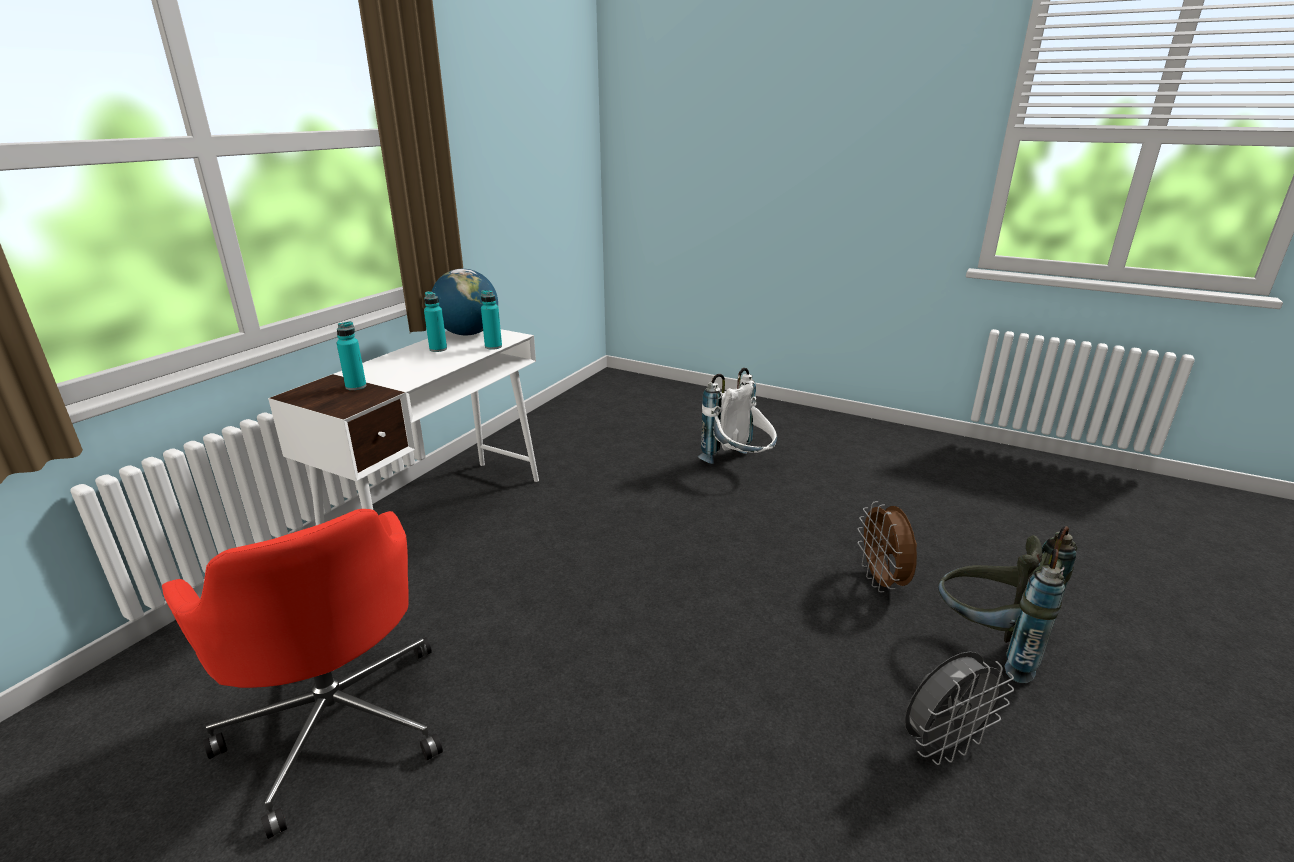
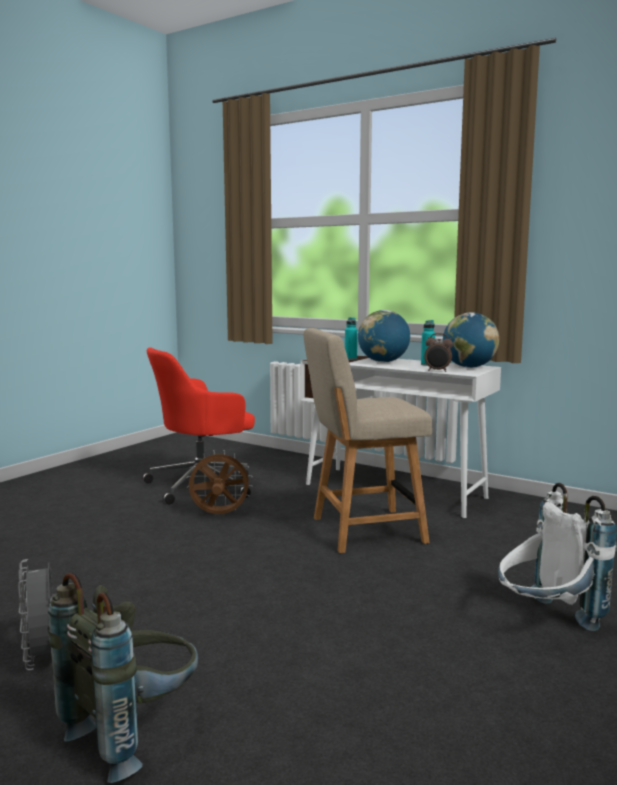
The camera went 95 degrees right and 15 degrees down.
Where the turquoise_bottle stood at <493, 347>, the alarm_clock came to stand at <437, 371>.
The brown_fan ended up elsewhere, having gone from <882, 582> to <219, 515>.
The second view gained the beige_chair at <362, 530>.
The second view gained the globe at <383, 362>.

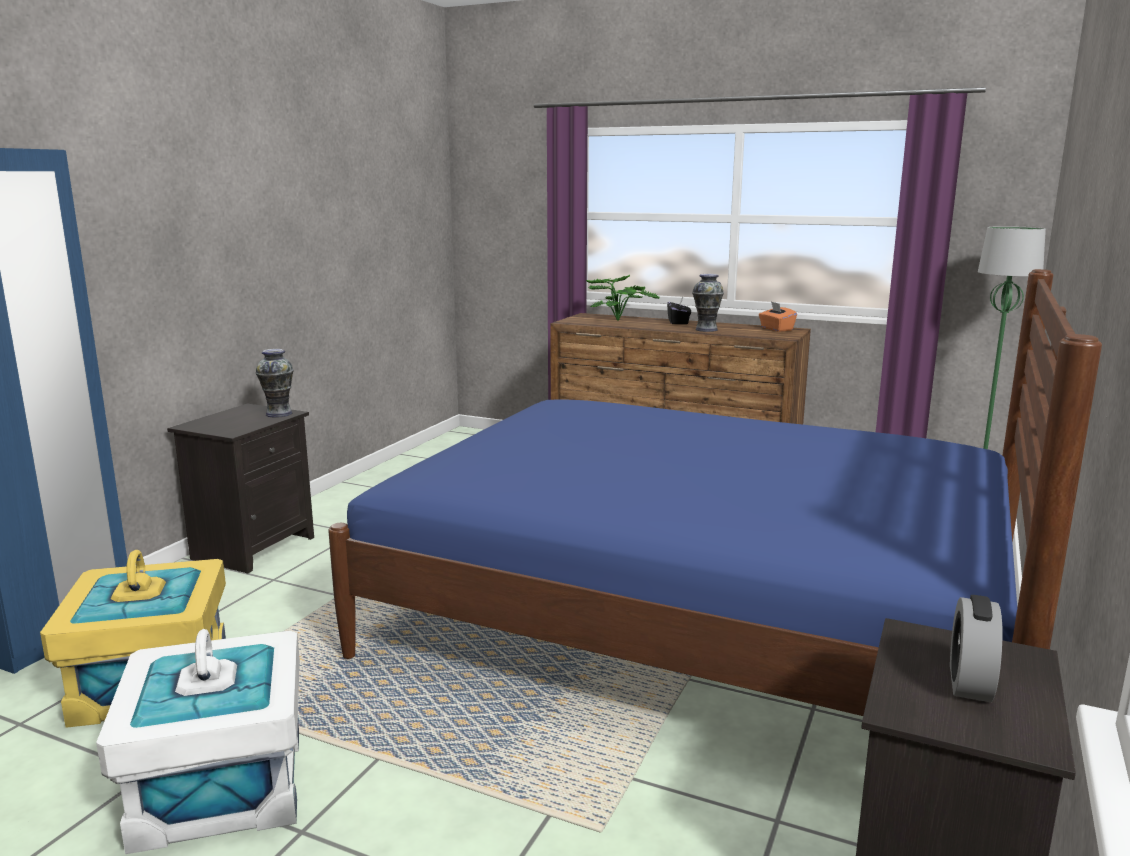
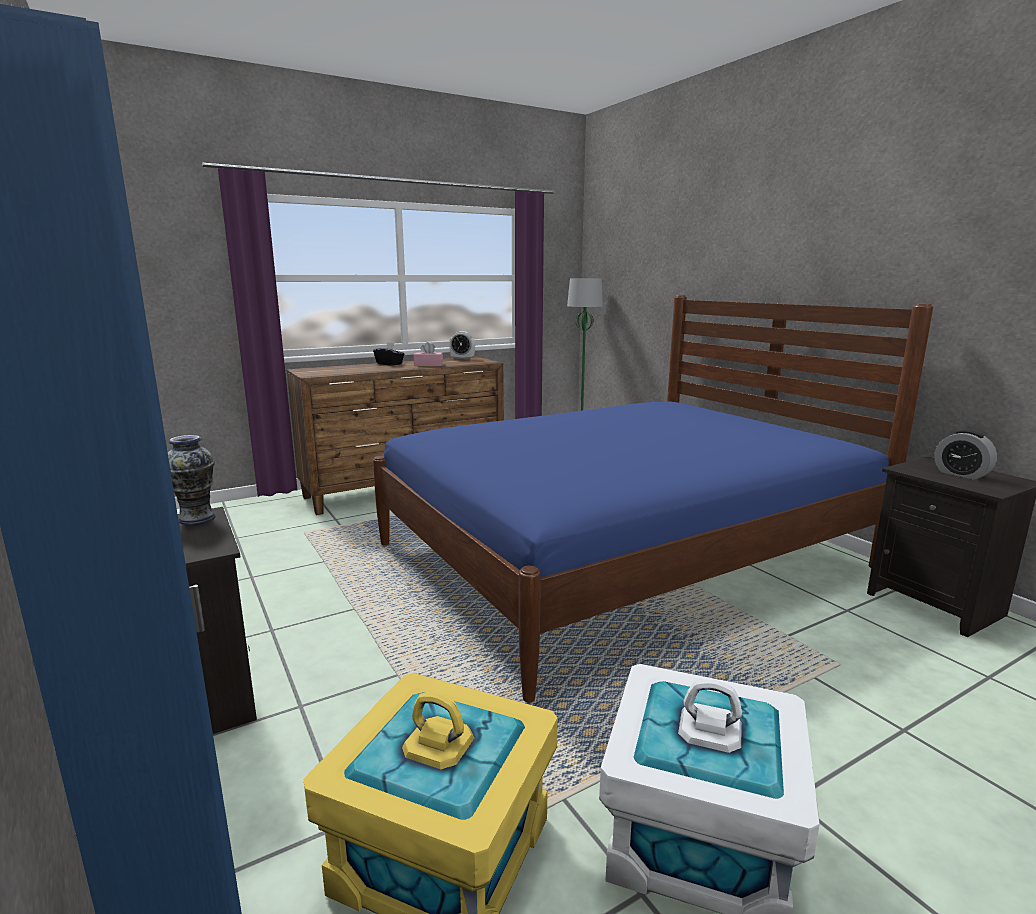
The camera went 55 degrees left and 0 degrees up.
The second view lost the potted_plant at <619, 319>.
Where the vase stood at <706, 330>, the pink_tissue_box came to stand at <428, 365>.
Where the orange_tissue_box stood at <776, 329>, the alarm_clock came to stand at <462, 359>.

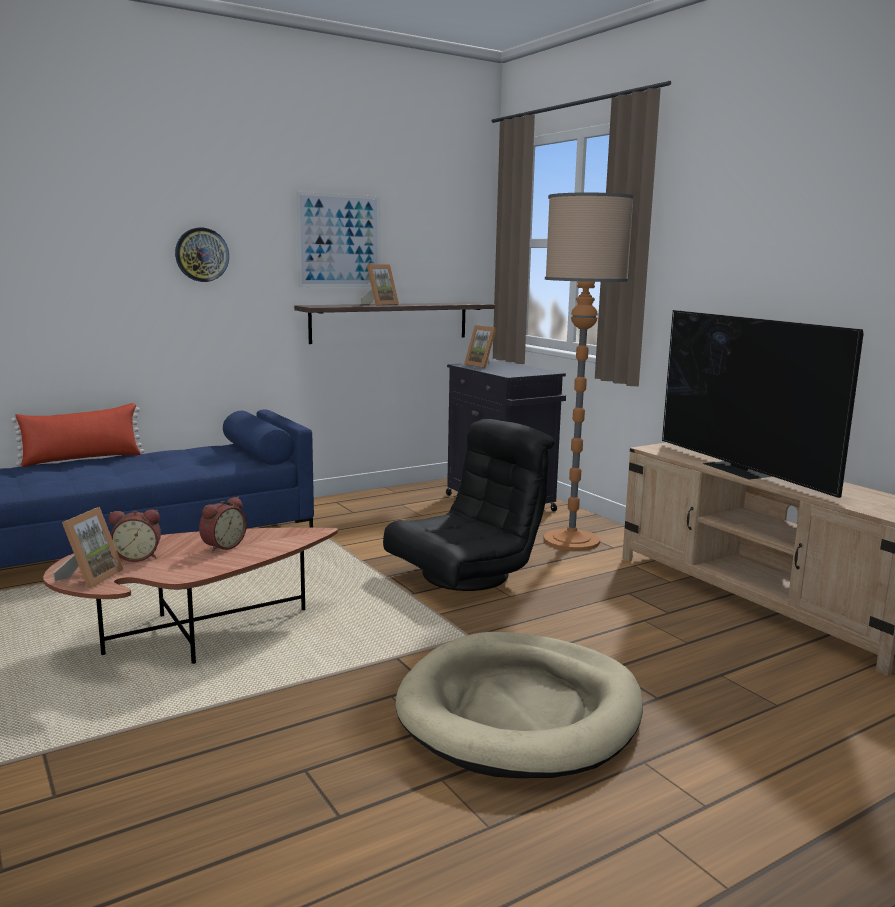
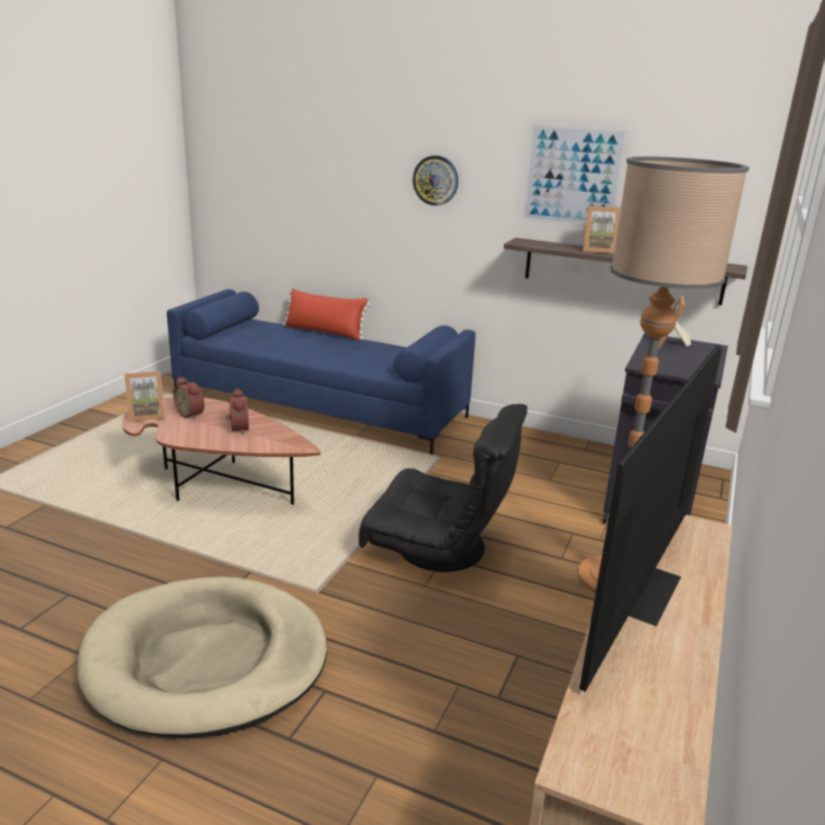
The camera went 55 degrees right and 10 degrees up.
The alarm_clock at <222, 546> ended up facing another way, 105 degrees counterclockwise from before.

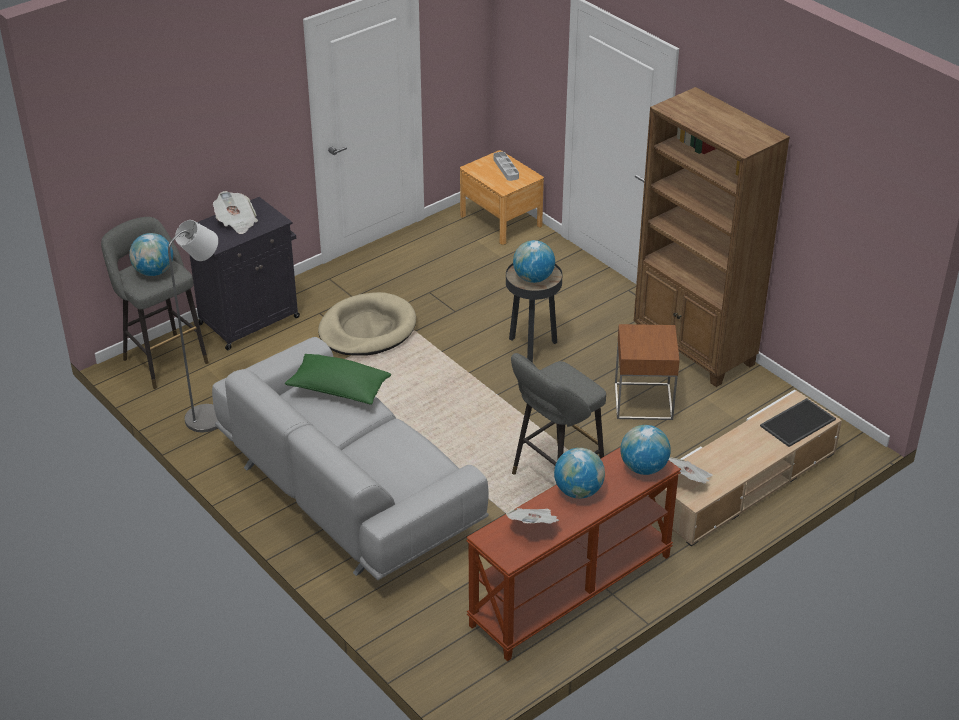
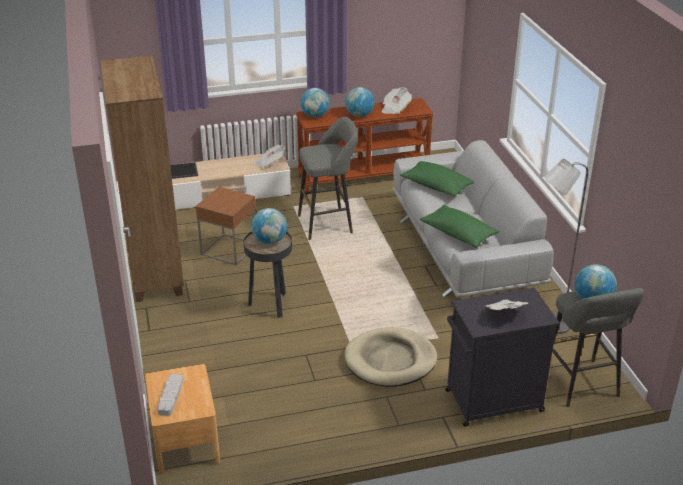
The camera went 155 degrees left and 5 degrees down.
The second view gained the green_pillow at <436, 187>.

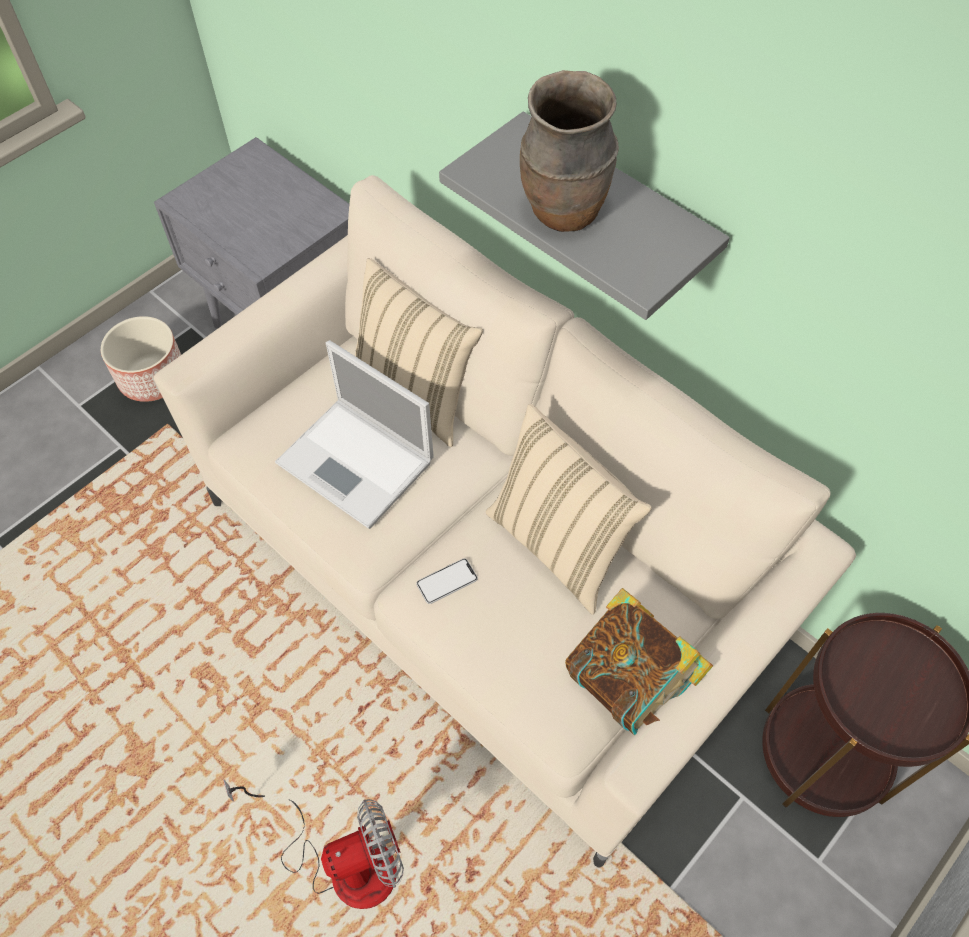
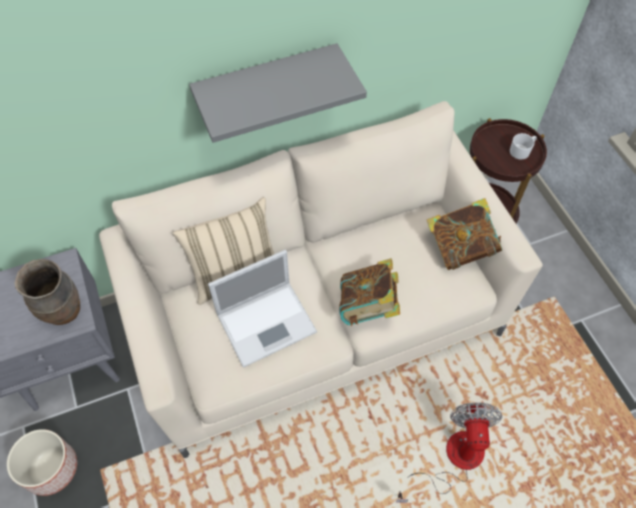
The camera went 65 degrees left and 0 degrees up.
Where the phone stood at <447, 581>, the book came to stand at <368, 306>.
The second view lost the beige_pillow at <558, 544>.
The brown_vase ended up elsewhere, having gone from <563, 213> to <63, 312>.
The second view gained the white_mug at <521, 151>.

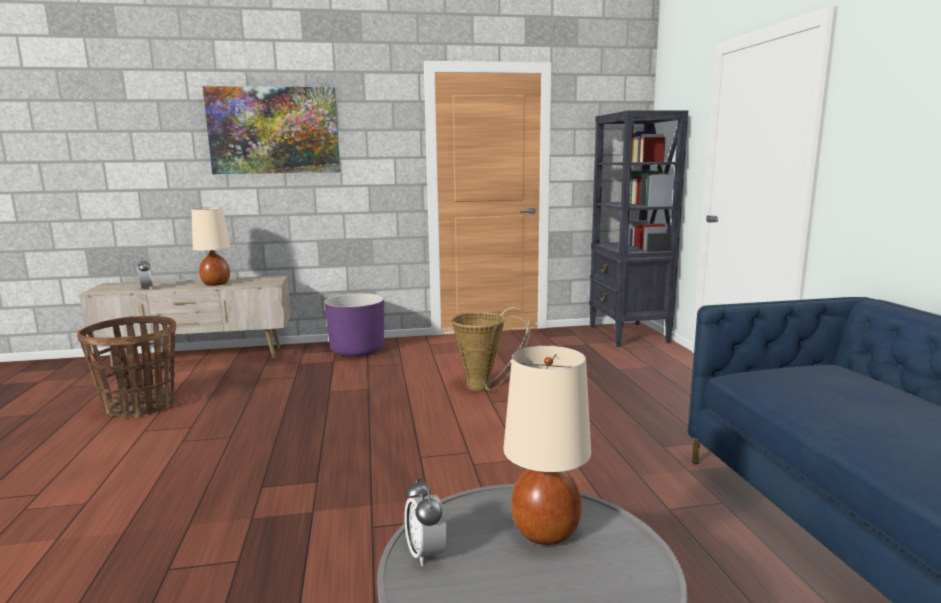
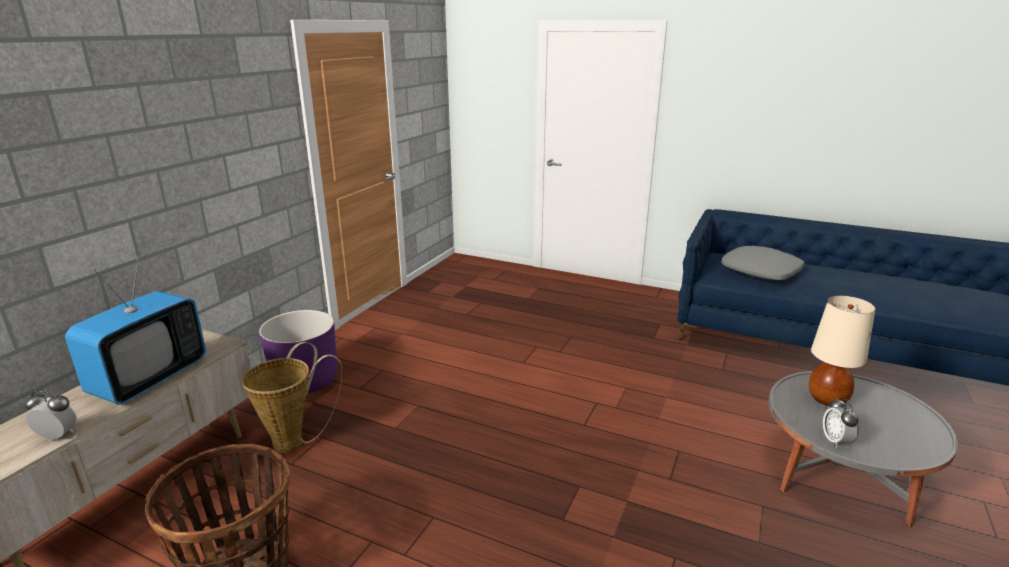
The camera went 55 degrees left and 10 degrees up.
Where the beige_table_lamp stood at <216, 284>, the television came to stand at <150, 379>.
The second view lost the picture at <274, 130>.
The alarm_clock at <426, 553> ended up facing another way, 75 degrees clockwise from before.
The basket ended up elsewhere, having gone from <485, 387> to <295, 441>.
The second view lost the black_bookcase at <628, 335>.
The second view gained the grey_pillow at <760, 271>.

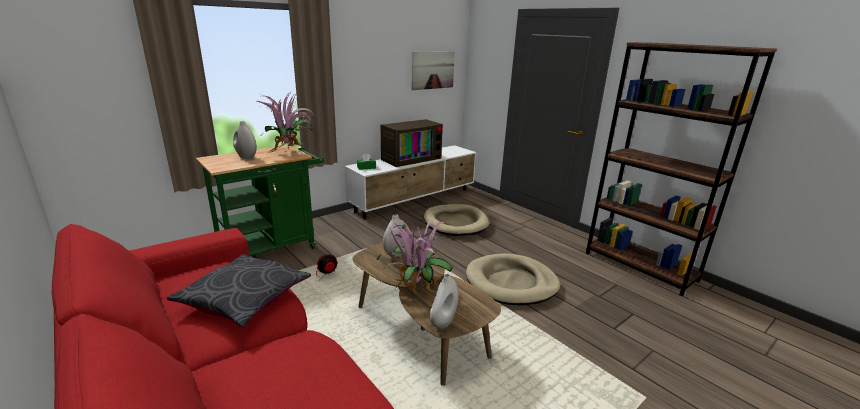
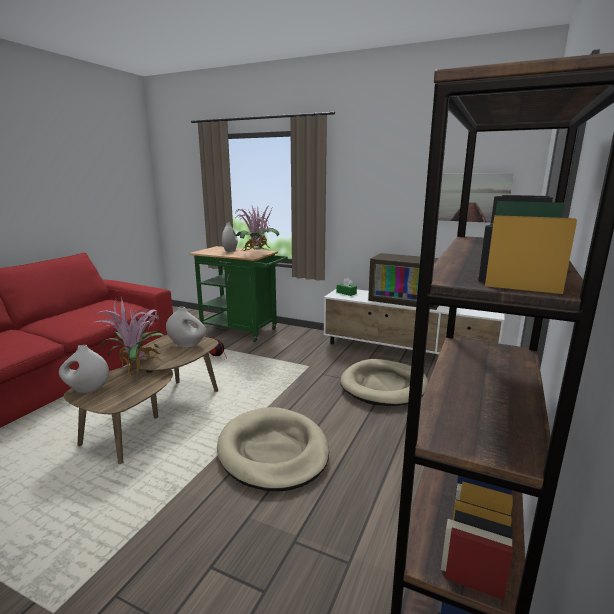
The camera went 65 degrees right and 5 degrees down.
The second view lost the grey_pillow at <244, 298>.

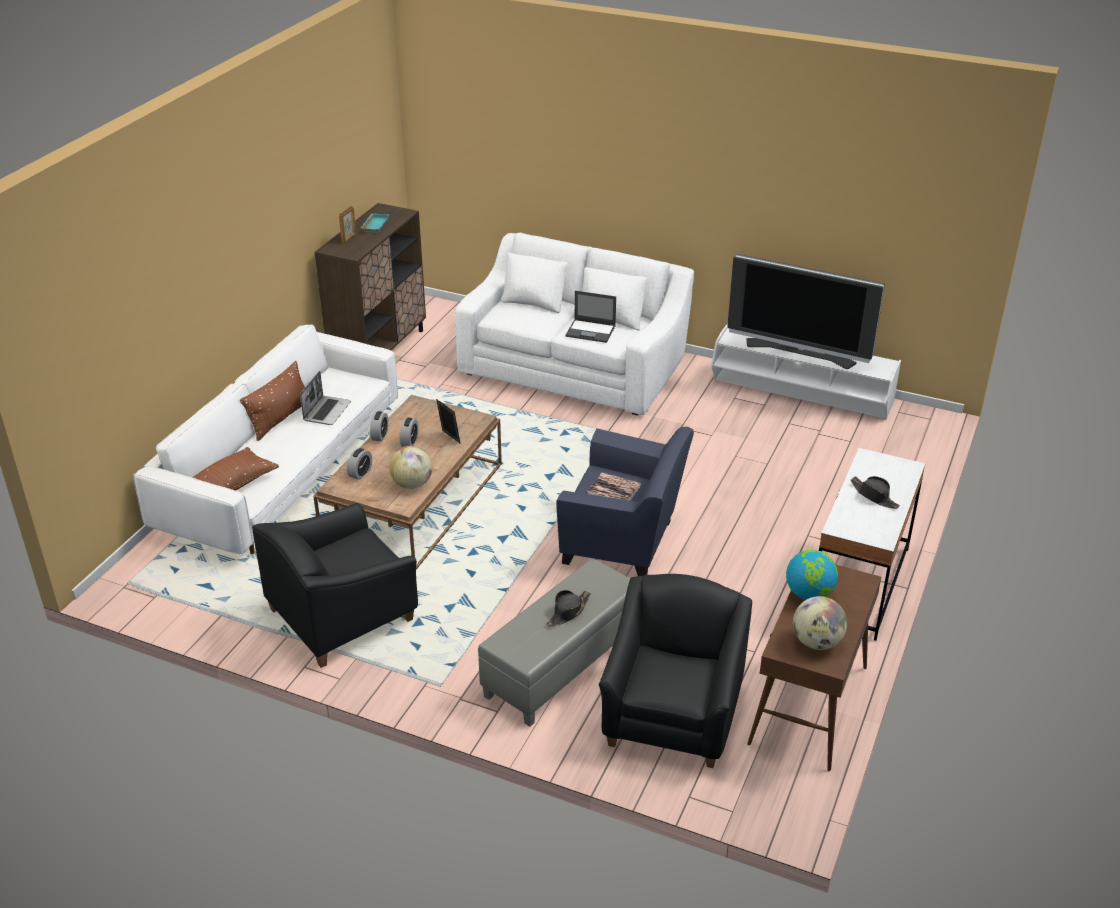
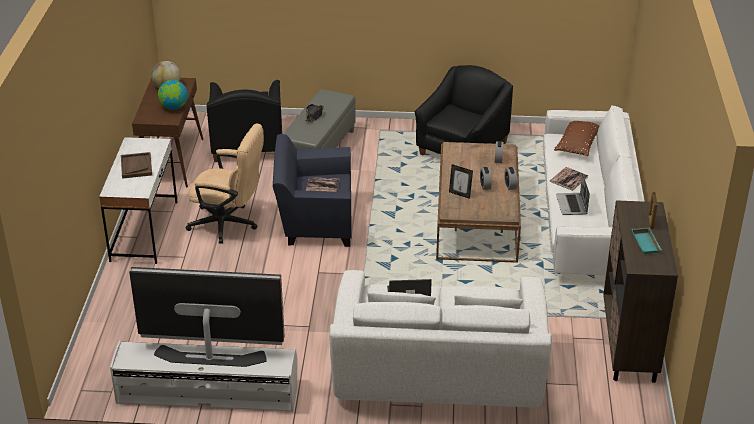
The camera went 160 degrees right and 0 degrees up.
The second view lost the brown_pillow at <280, 419>.
The second view lost the globe at <412, 484>.
Where the black_hat stood at <874, 496>, the brown_tray came to stand at <136, 166>.
The second view gained the beige_office_chair at <229, 224>.
The second view gained the book at <568, 179>.

